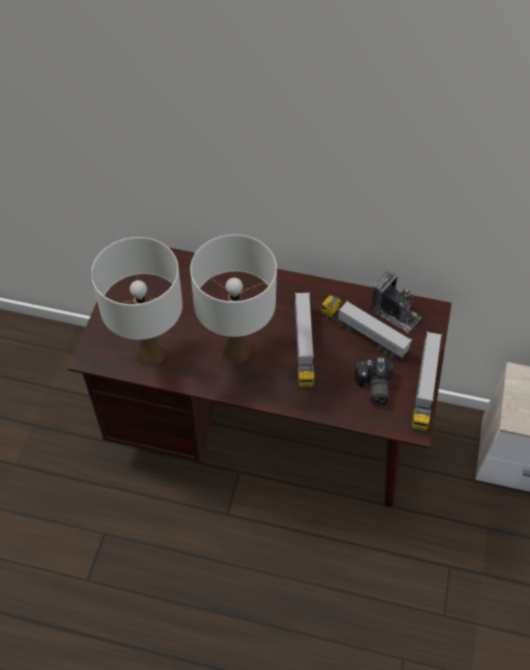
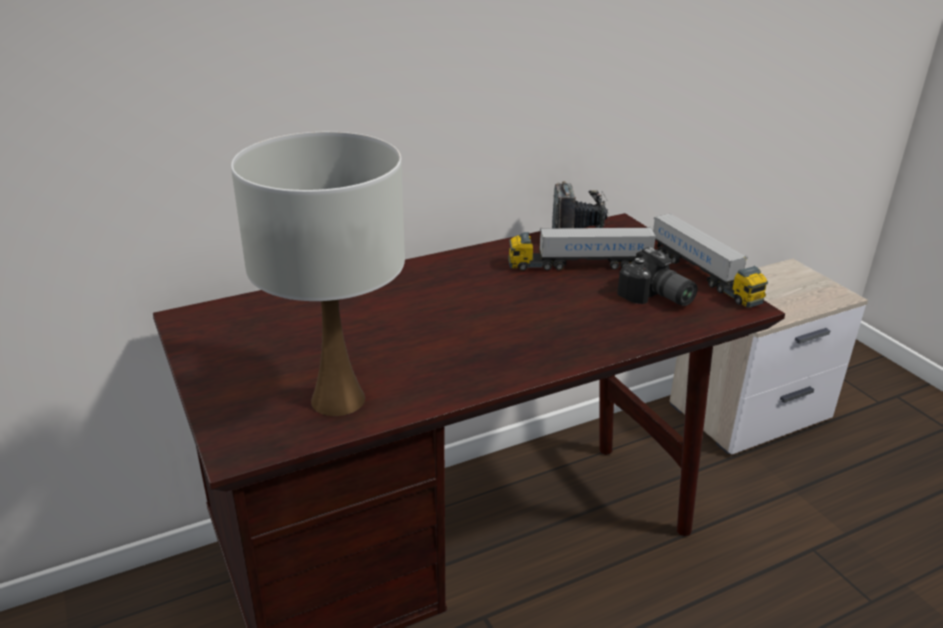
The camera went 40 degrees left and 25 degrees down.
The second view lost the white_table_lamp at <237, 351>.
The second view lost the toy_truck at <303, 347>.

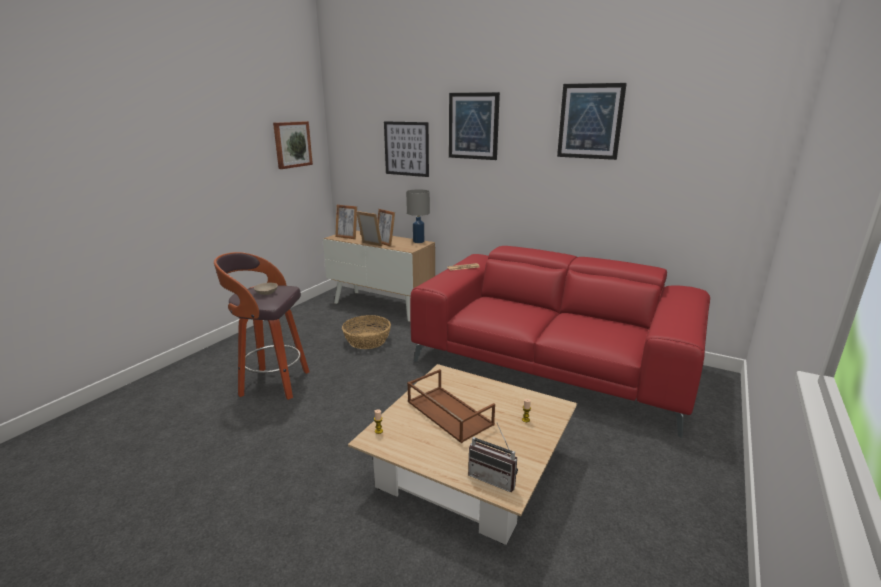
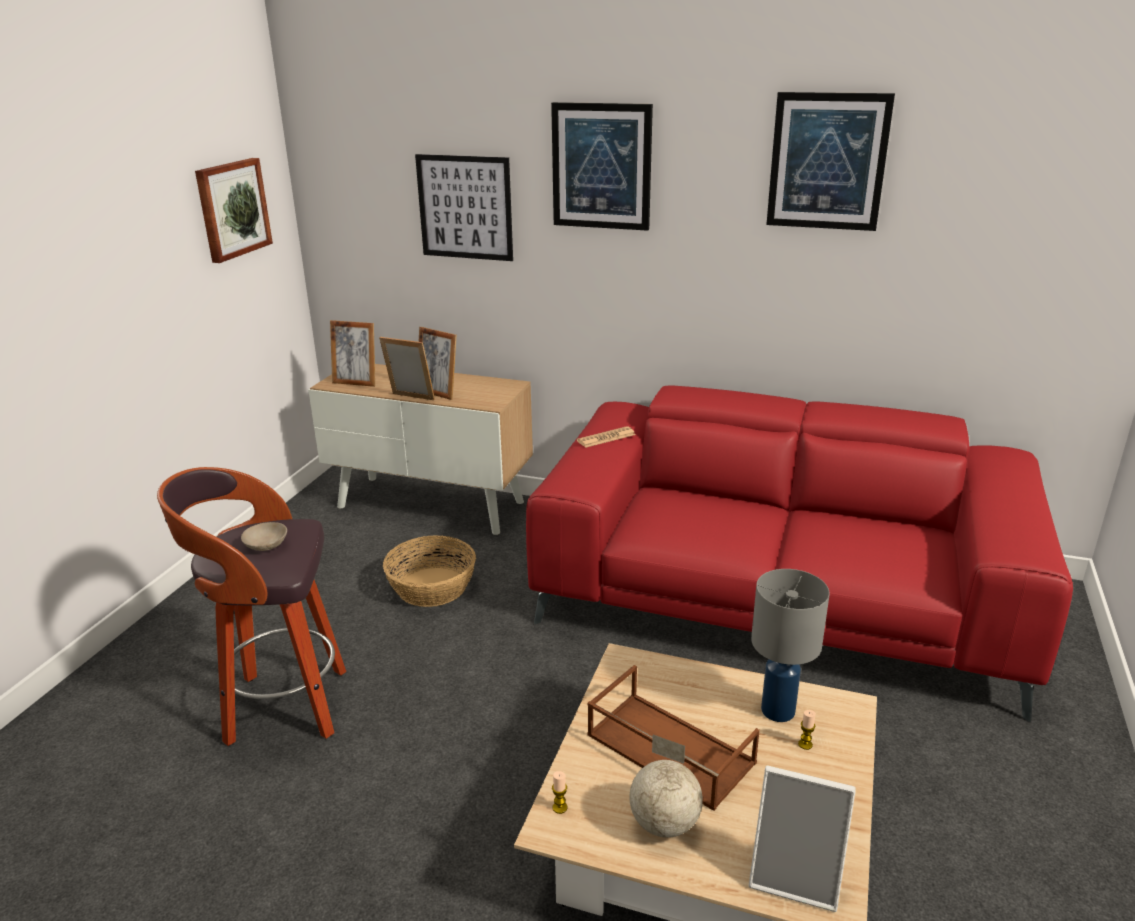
The camera went 10 degrees left and 5 degrees up.
The grey_table_lamp ended up elsewhere, having gone from <418, 241> to <778, 711>.
Where the radio stood at <494, 478>, the picture_frame came to stand at <796, 875>.
The second view gained the globe at <664, 823>.

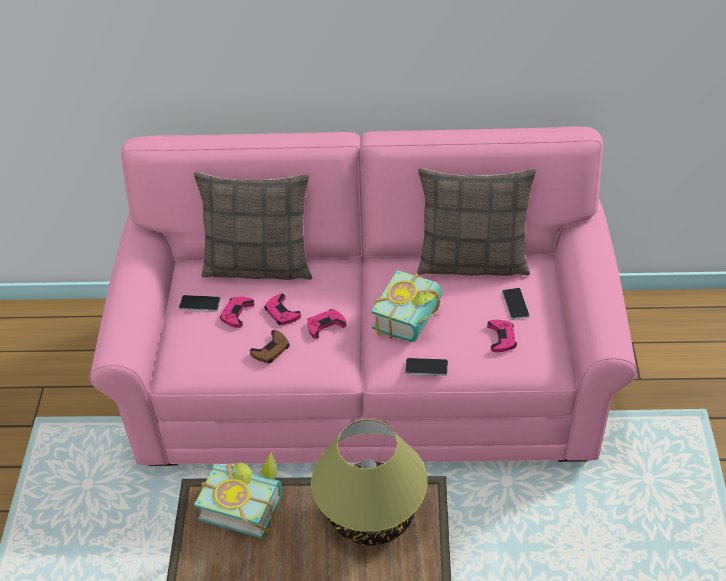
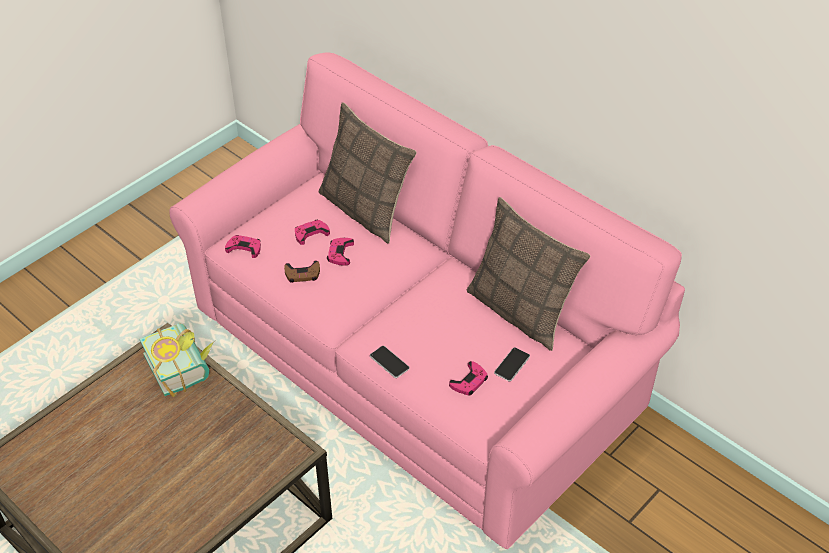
The camera went 40 degrees right and 0 degrees up.
The second view lost the phone at <200, 304>.
The pink_game_controller ended up elsewhere, having gone from <325, 325> to <244, 248>.
The second view lost the table_lamp at <372, 514>.
The second view lost the book at <414, 320>.

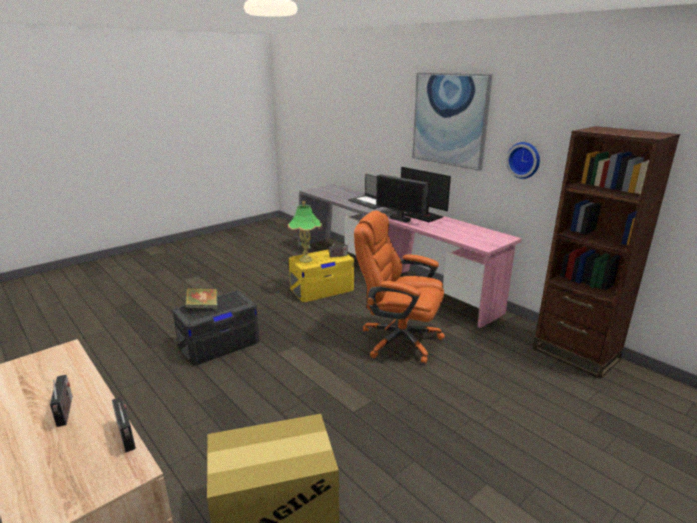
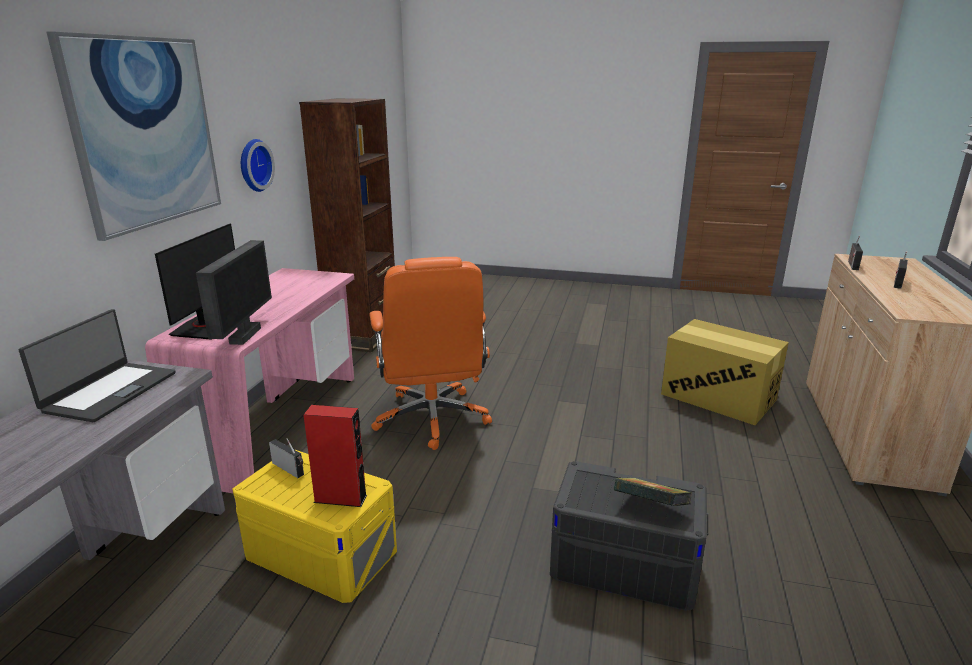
The camera went 125 degrees left and 0 degrees up.
Where the table_lamp stood at <306, 260>, the red_speaker came to stand at <340, 498>.

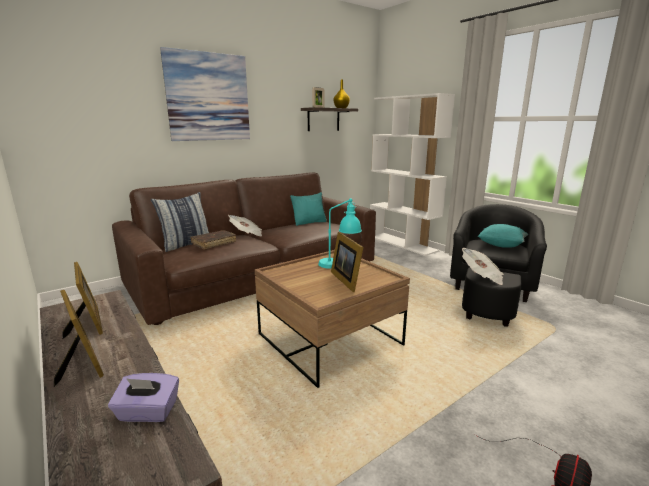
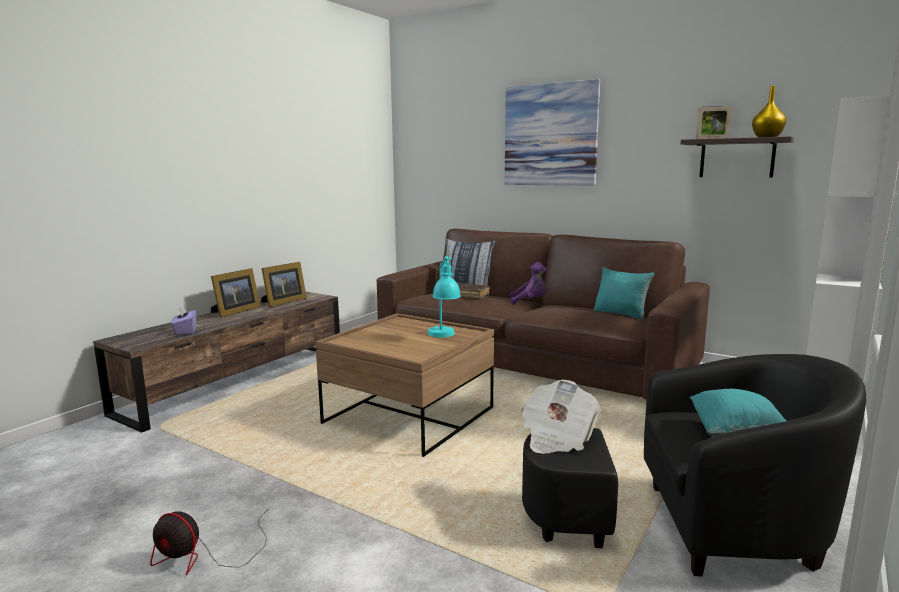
The camera went 70 degrees right and 5 degrees down.
Where the newspaper stood at <247, 234>, the purple_plush_toy came to stand at <529, 302>.
The second view lost the picture_frame at <347, 280>.

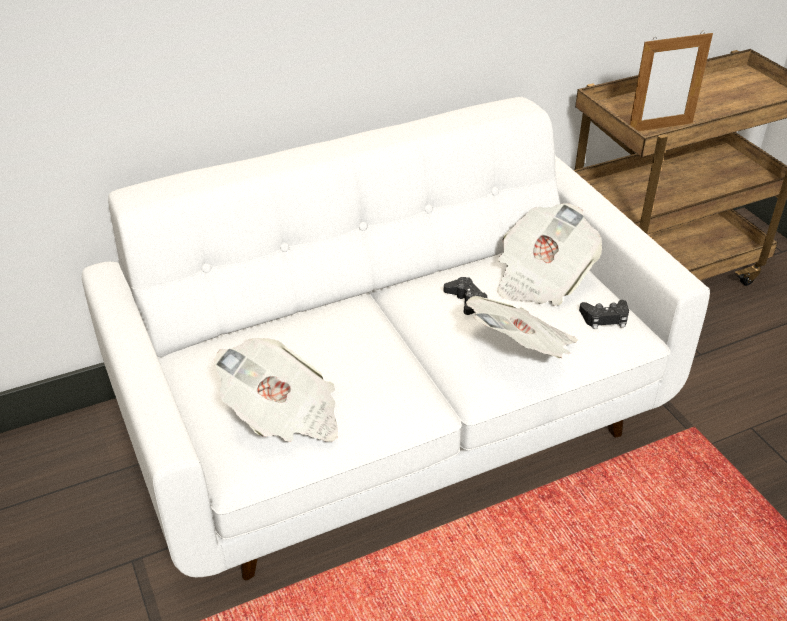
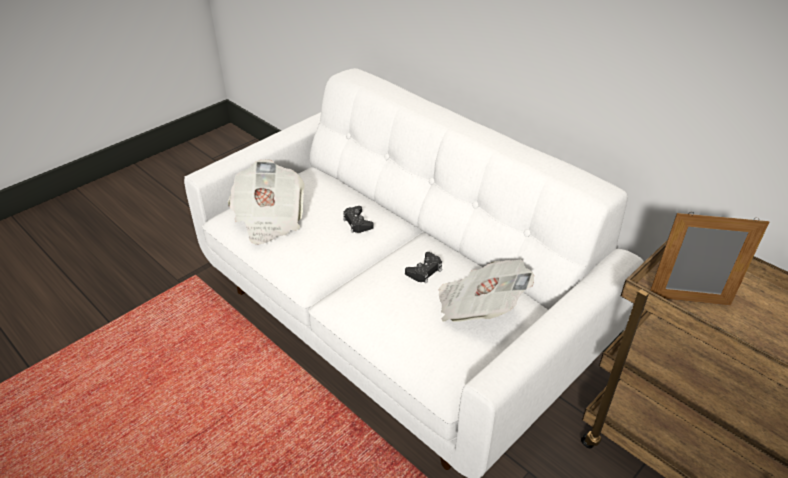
The camera went 70 degrees right and 0 degrees up.
The second view lost the newspaper at <522, 349>.
The black_game_controller ended up elsewhere, having gone from <605, 318> to <357, 223>.
The picture_frame at <660, 127> ended up facing another way, 135 degrees clockwise from before.

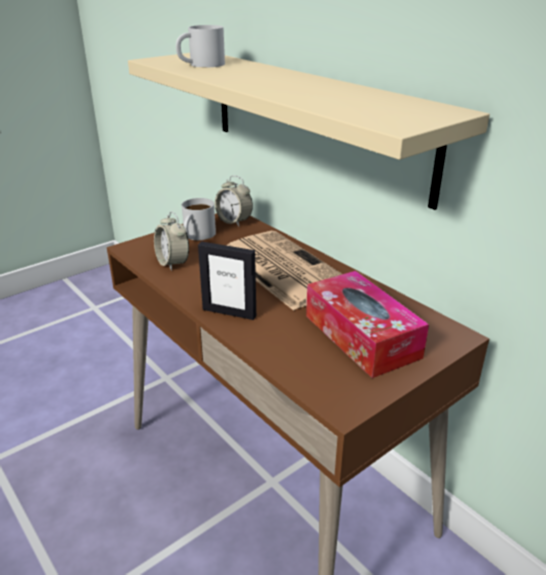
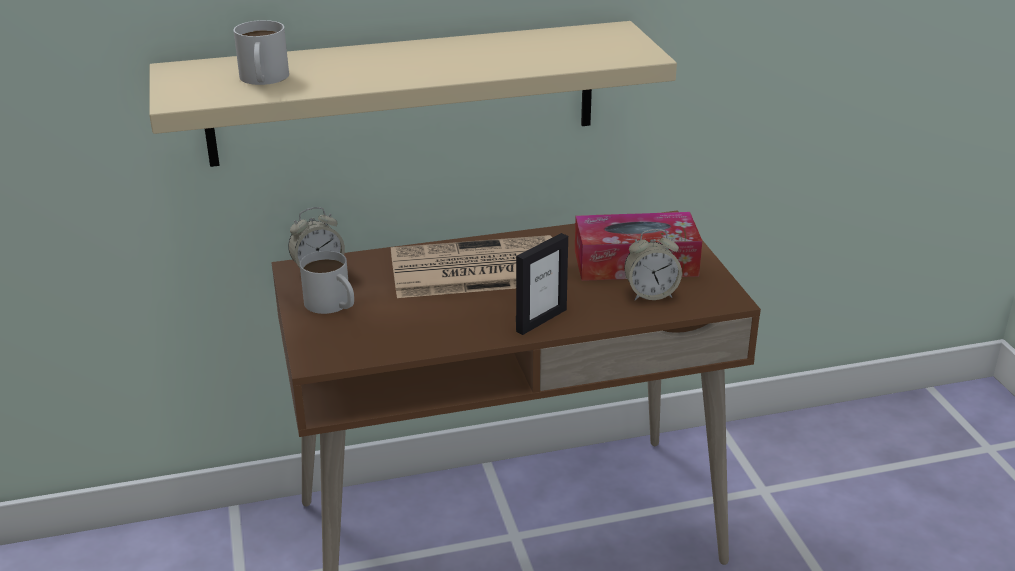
The camera went 65 degrees left and 0 degrees up.
The alarm_clock ended up elsewhere, having gone from <173, 263> to <650, 294>.

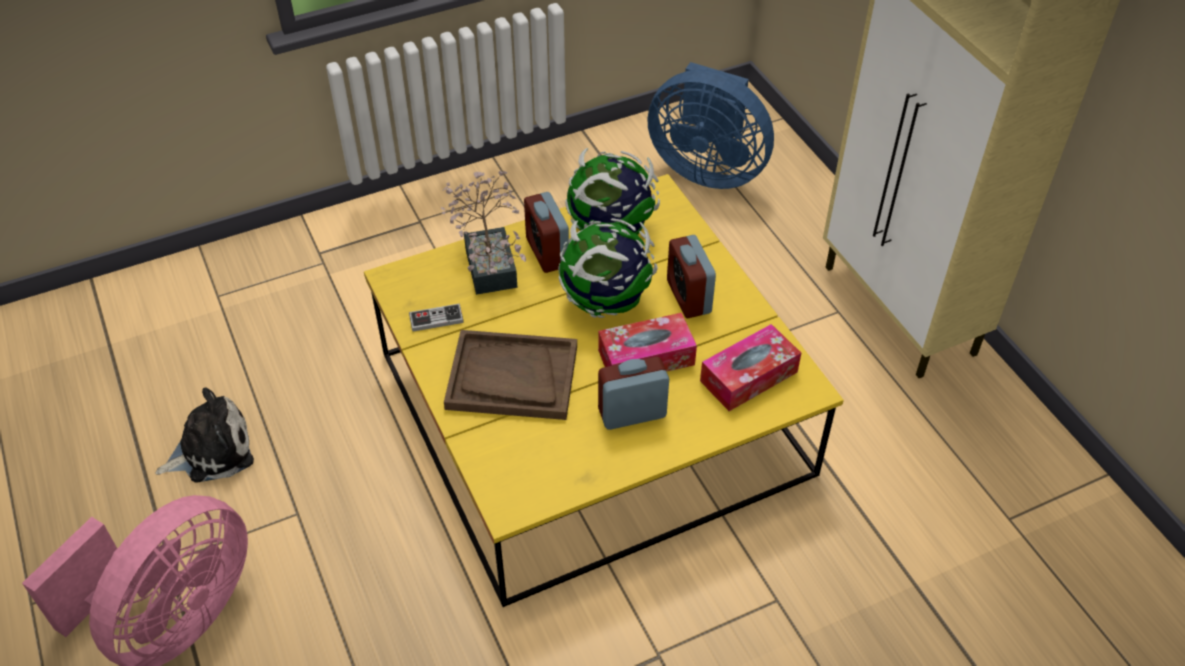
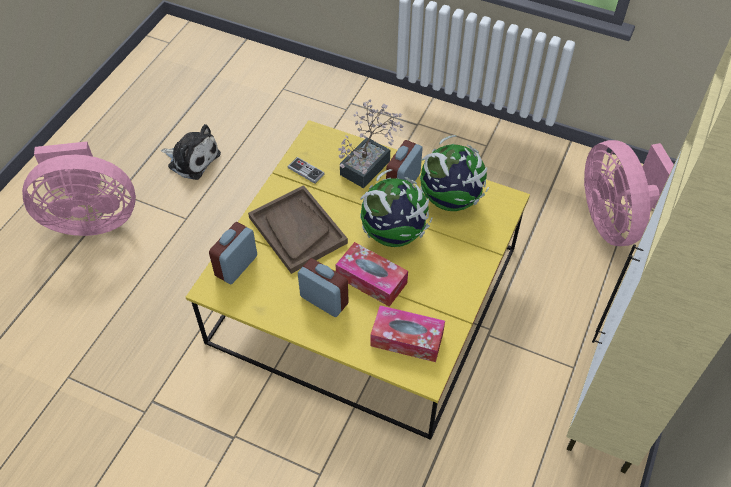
The camera went 50 degrees right and 5 degrees up.
What was the blue_fan at <707, 169> turned into the pink_fan at <614, 220>.
The alarm_clock ended up elsewhere, having gone from <688, 297> to <236, 266>.

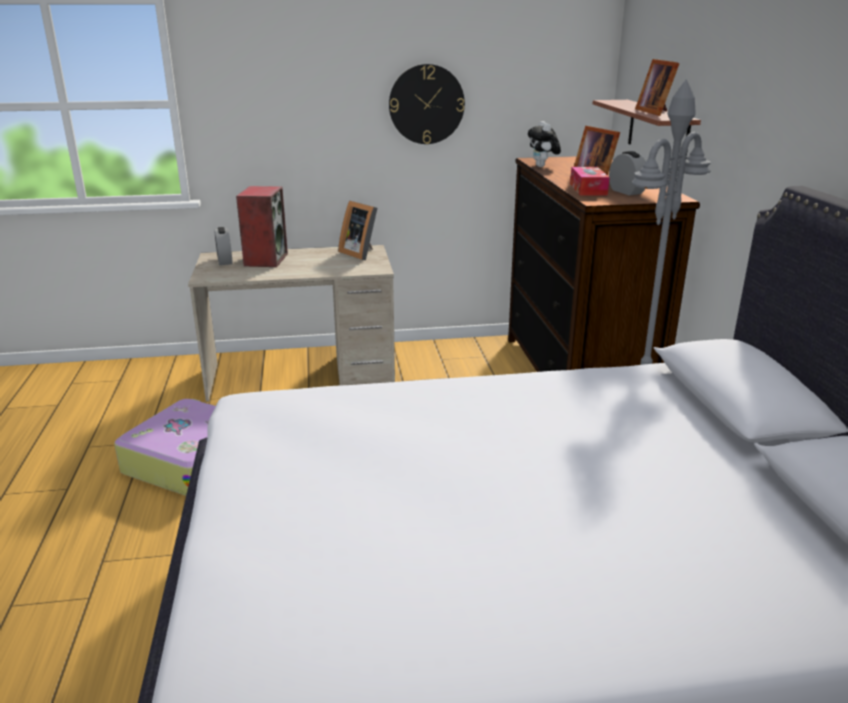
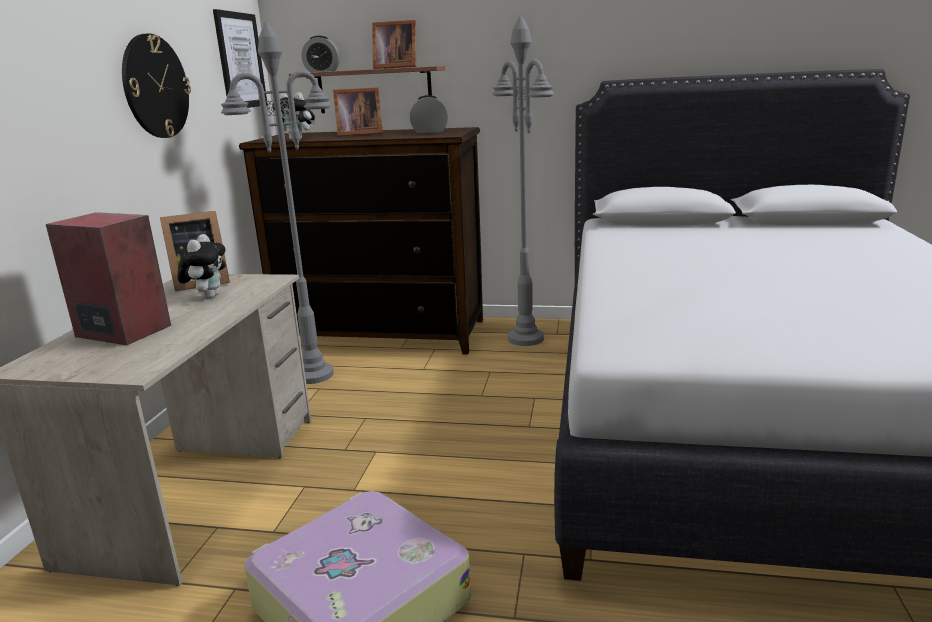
The camera went 70 degrees left and 5 degrees down.
The alarm_clock ended up elsewhere, having gone from <225, 261> to <322, 71>.
The second view lost the tissue_box at <588, 189>.
The second view gained the plush_toy at <208, 297>.
The second view gained the picture at <240, 61>.
The second view gained the grey_floor_lamp at <314, 375>.

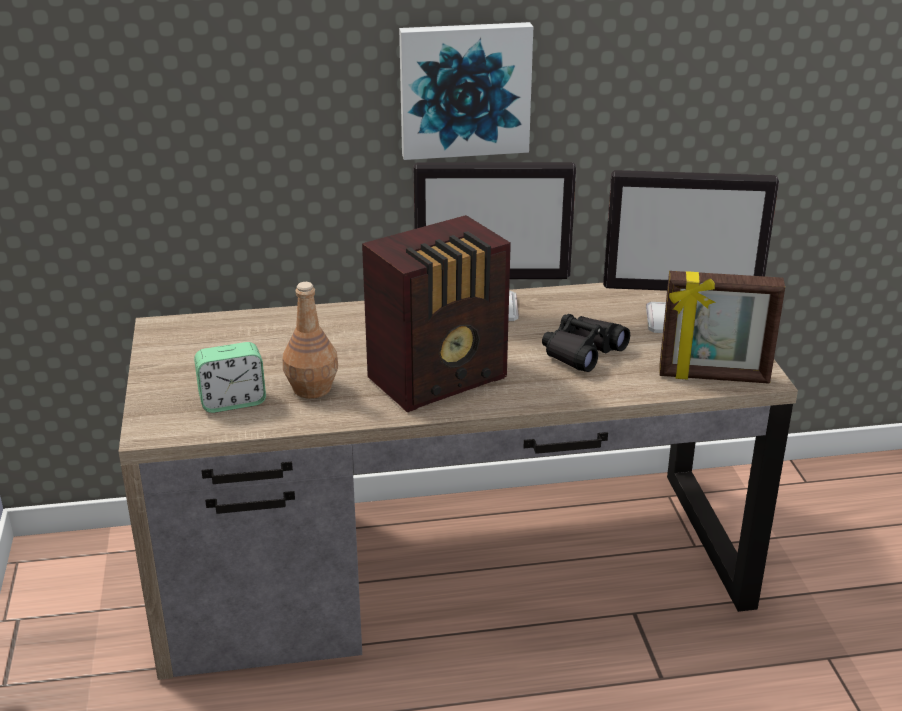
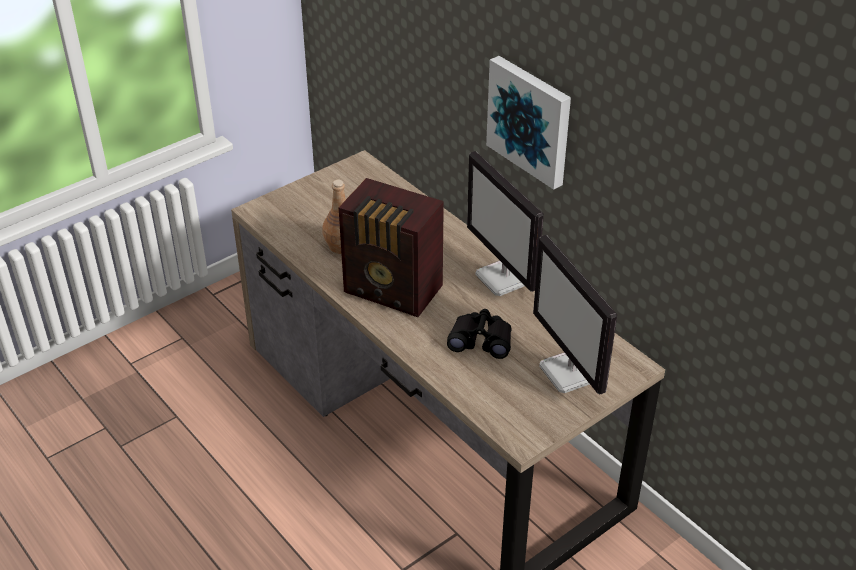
The camera went 60 degrees right and 10 degrees up.
The second view lost the alarm_clock at <232, 402>.
The second view lost the picture_frame at <713, 377>.

